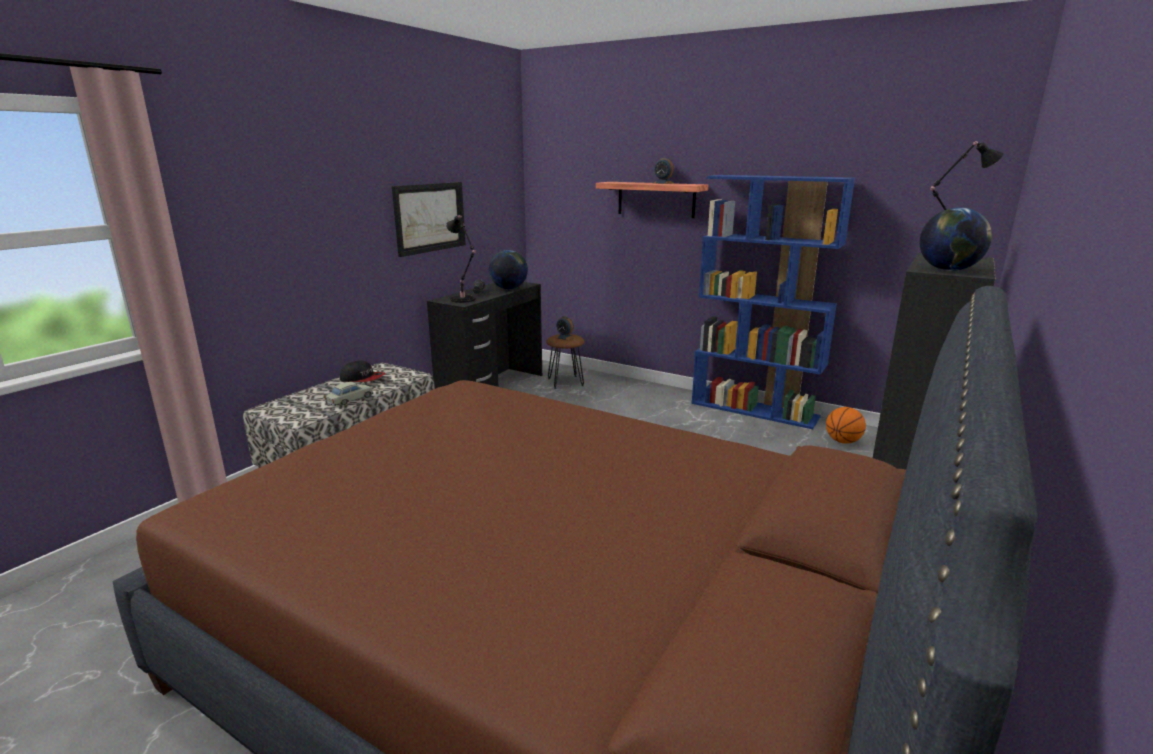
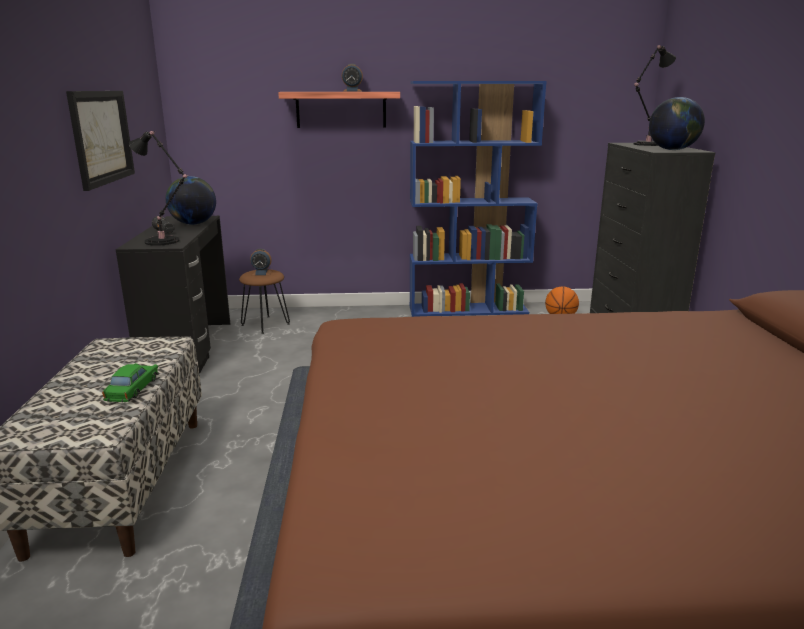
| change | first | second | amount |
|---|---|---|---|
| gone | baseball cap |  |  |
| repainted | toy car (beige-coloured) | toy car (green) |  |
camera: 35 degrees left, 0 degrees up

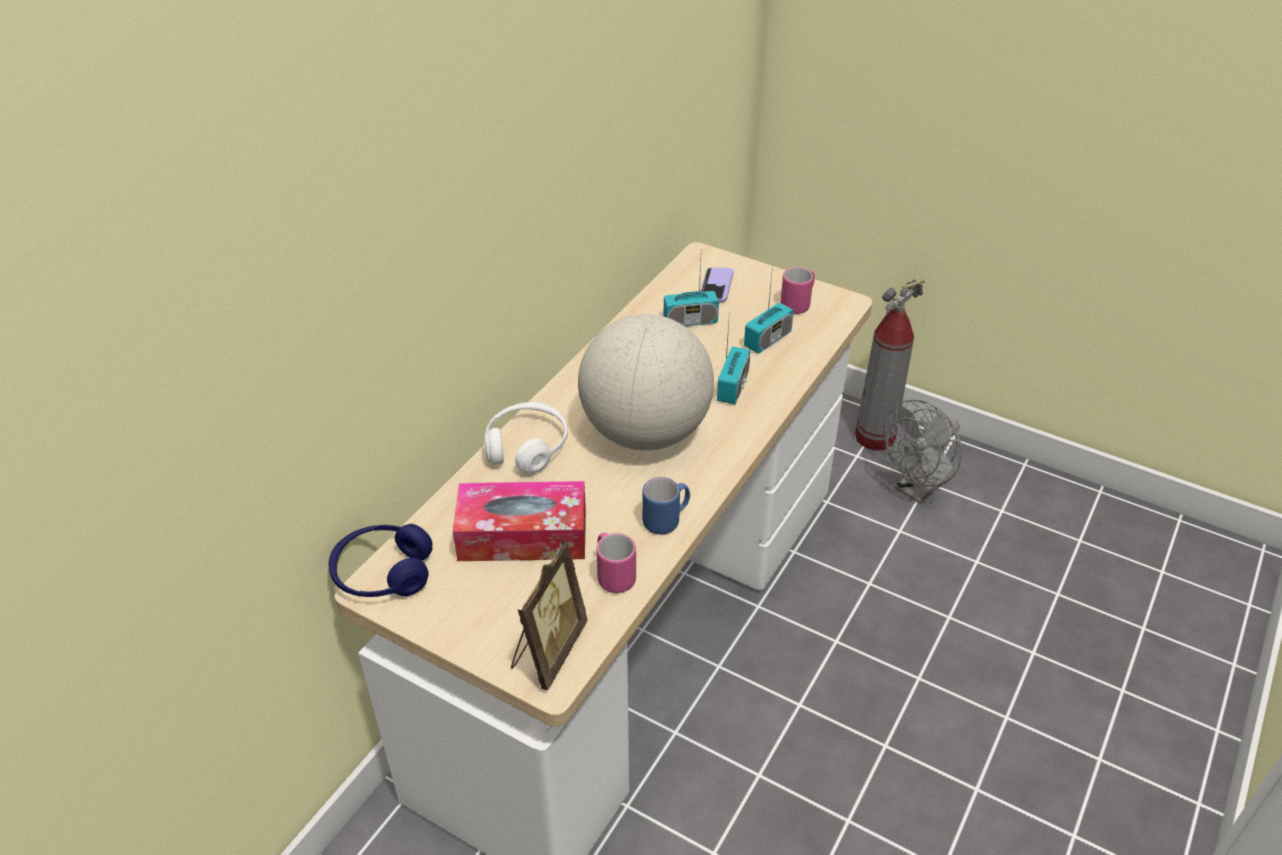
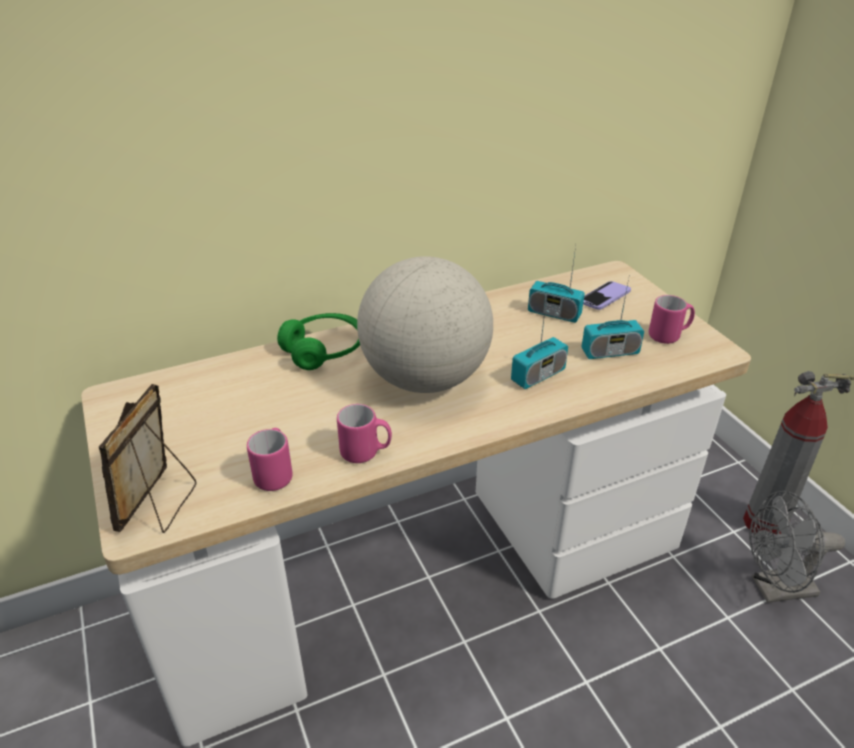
| change | first | second | amount |
|---|---|---|---|
| repainted | pair of headphones (white) | pair of headphones (green) |  |
| repainted | tea mug (blue-coloured) | tea mug (pink-coloured) (no. 2 from left) |  |
| gone | tissue holder |  |  |
| gone | pair of headphones (blue-coloured) |  |  |
| rotated | photo frame |  | 135 degrees clockwise |
camera: 35 degrees right, 5 degrees down

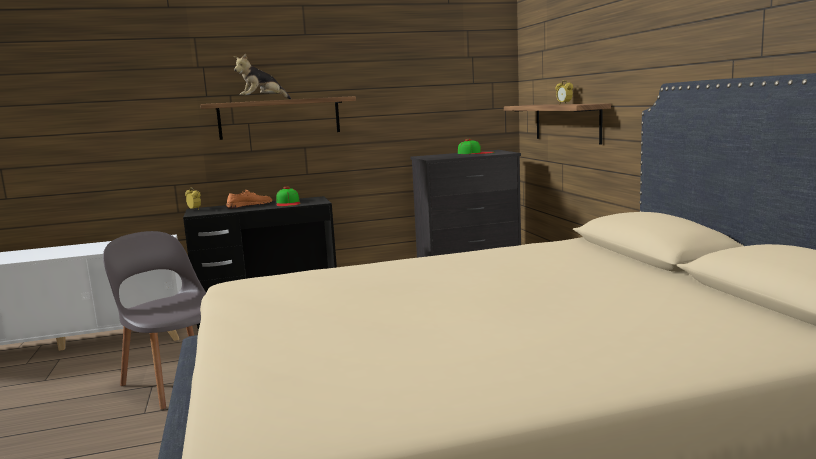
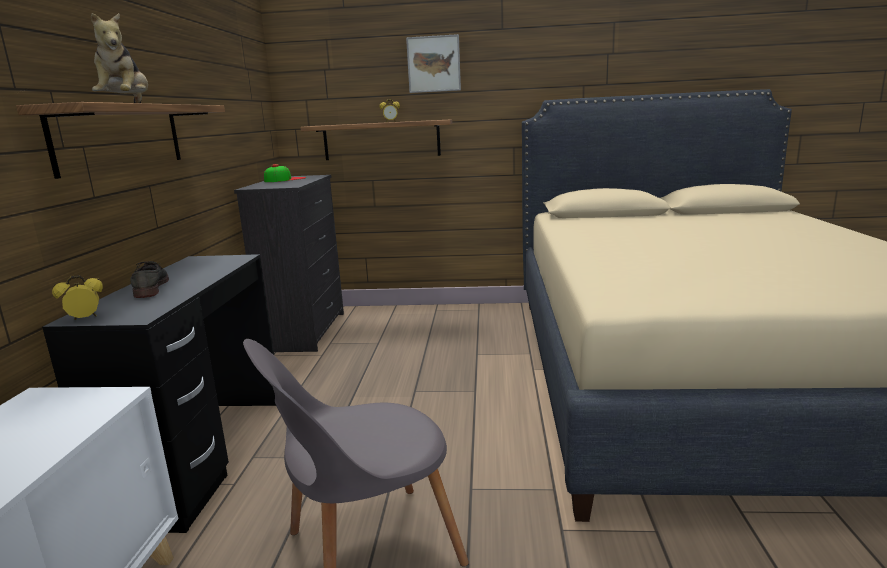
| change | first | second | amount |
|---|---|---|---|
| gone | baseball cap (no. 1 from left) |  |  |
| repainted | low shoe (orange-coloured) | low shoe (gray) |  |
| new |  | wall art |  |
camera: 70 degrees left, 5 degrees up

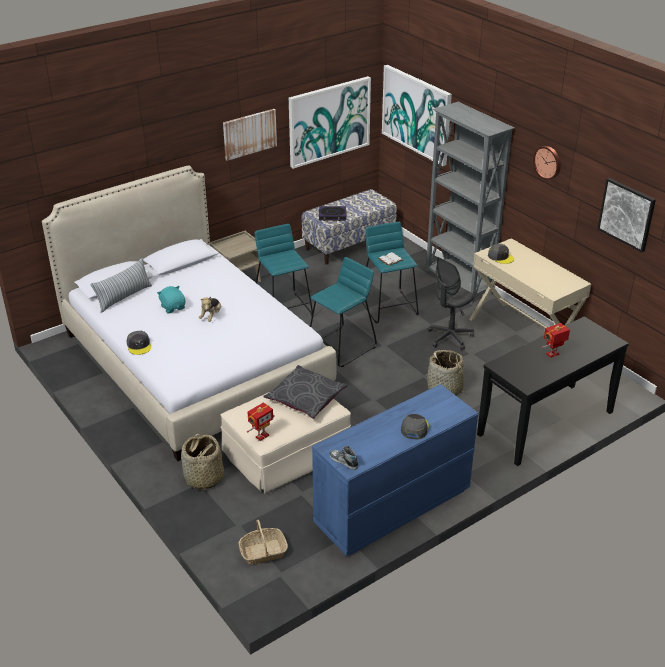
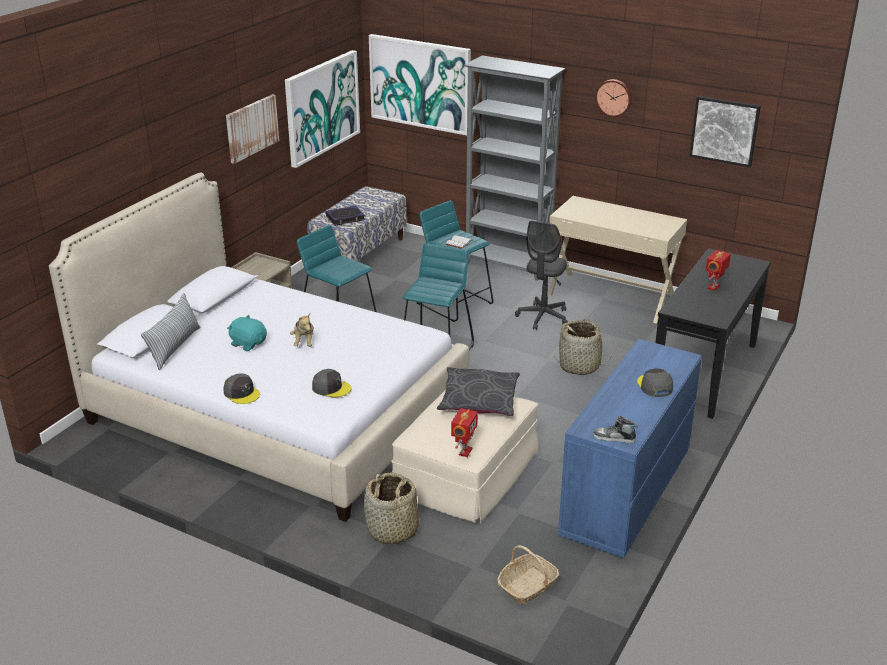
| change | first | second | amount |
|---|---|---|---|
| shifted | baseball cap (gray) (no. 3 from left in the first image) | baseball cap (gray) (no. 2 from left) |  |
camera: 25 degrees left, 5 degrees down

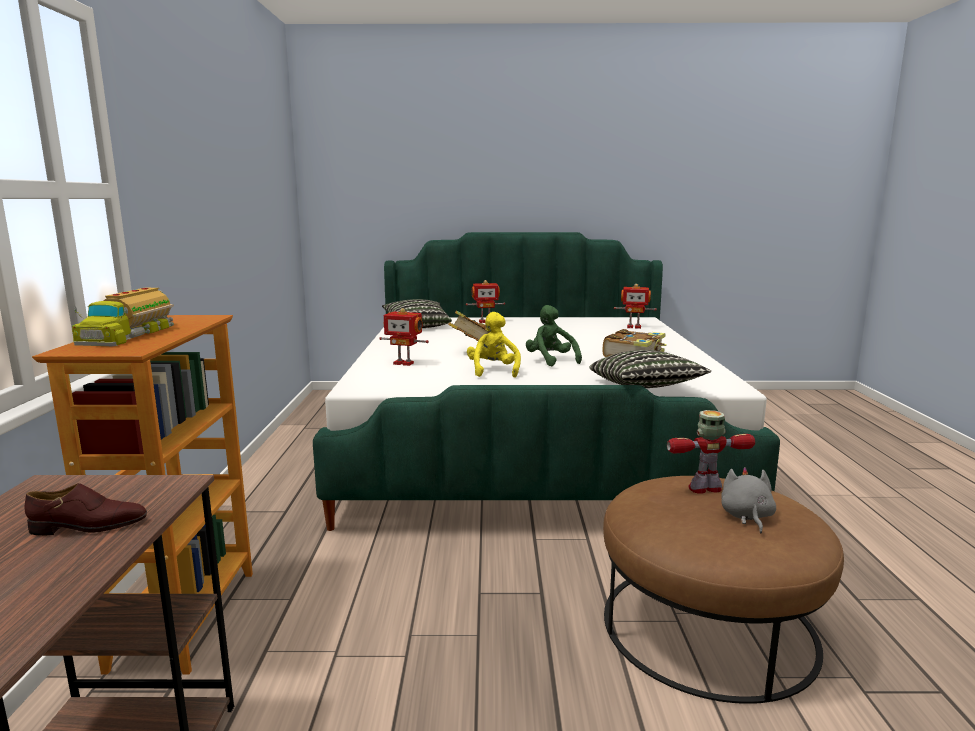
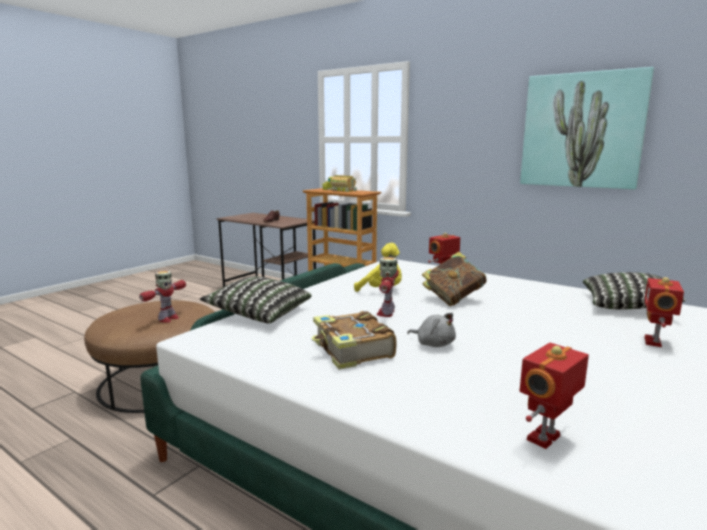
| change | first | second | amount |
|---|---|---|---|
| swapped | cuddly toy (green) | model robot (no. 2 from left) |  |
| shifted | cuddly toy (gray) |  |  |
| new |  | wall art |  |
camera: 125 degrees right, 0 degrees up

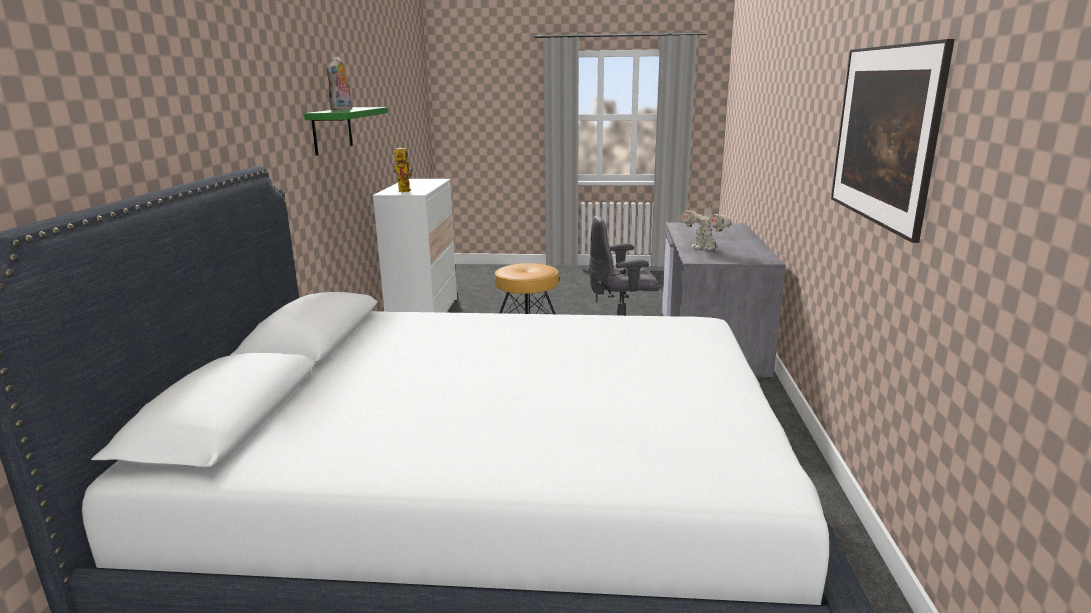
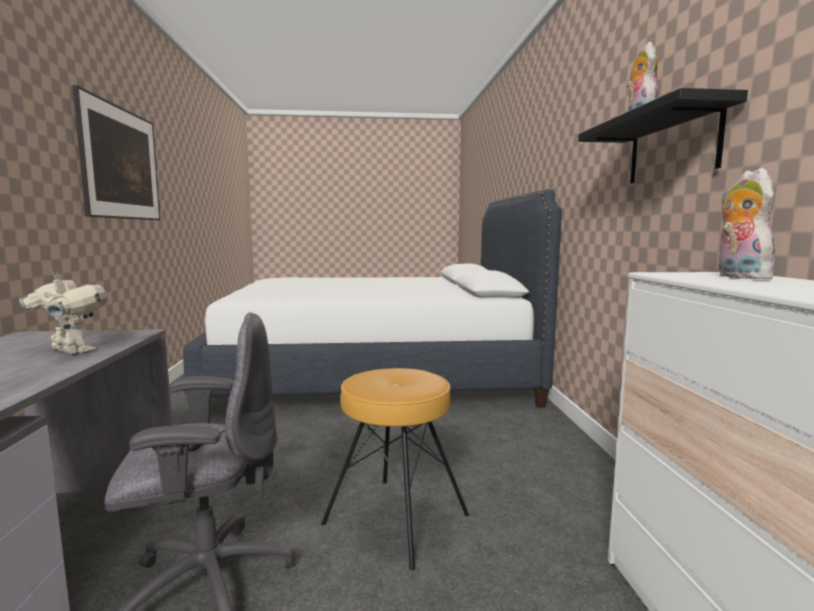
| change | first | second | amount |
|---|---|---|---|
| repainted | bracket shelf (green) | bracket shelf (black-coloured) |  |
| swapped | model robot (no. 1 from left) | cuddly toy (no. 2 from left) |  |
camera: 170 degrees right, 10 degrees down

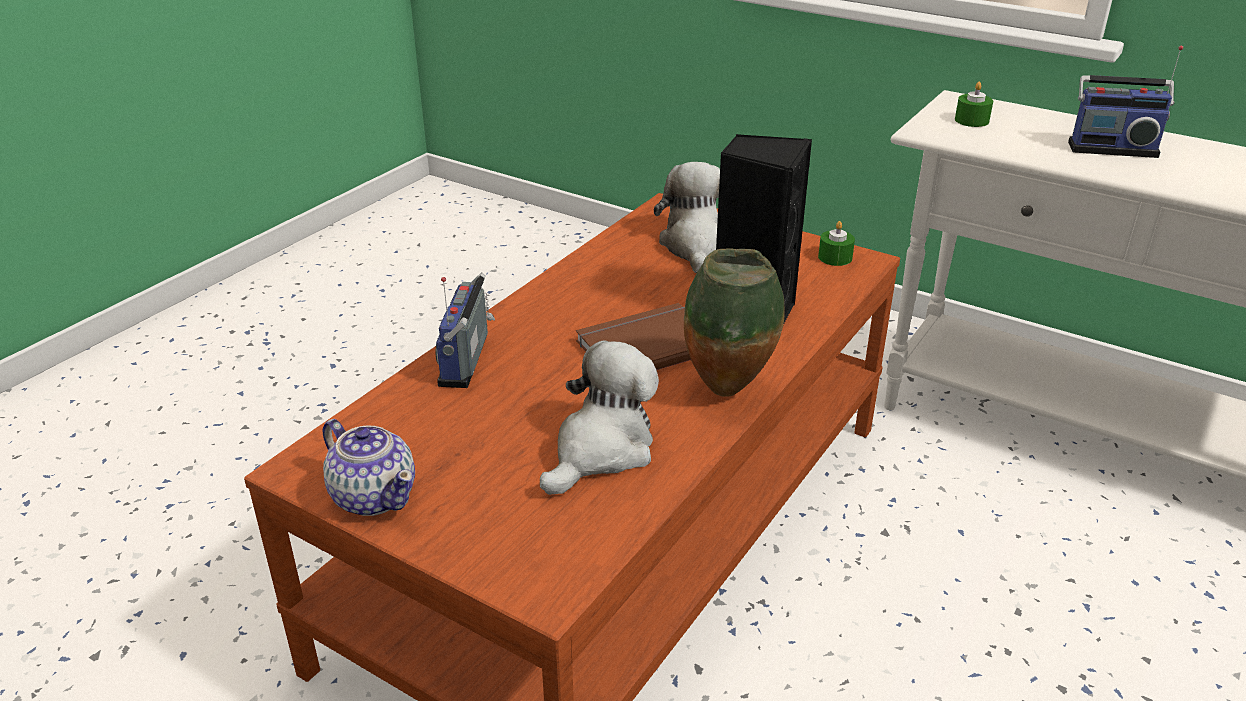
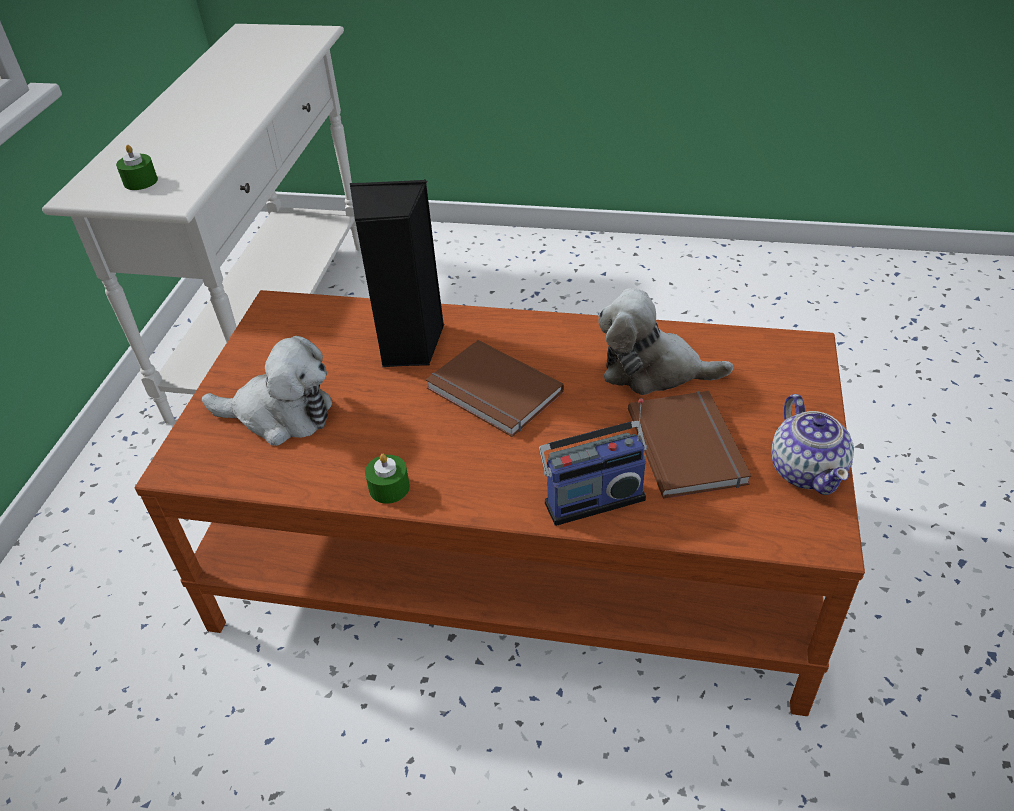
| change | first | second | amount |
|---|---|---|---|
| gone | radio set (no. 2 from left) |  |  |
| rotated | cuddly toy (no. 2 from left in the first image) | cuddly toy (no. 1 from left) | 150 degrees counterclockwise |
| shifted | wax candle (green) (no. 1 from left in the first image) | wax candle (green) (no. 2 from left) |  |
| gone | vase |  |  |
| rotated | pot for tea |  | 150 degrees clockwise |
| new |  | book (brown) (no. 2 from left) |  |
camera: 110 degrees left, 10 degrees up

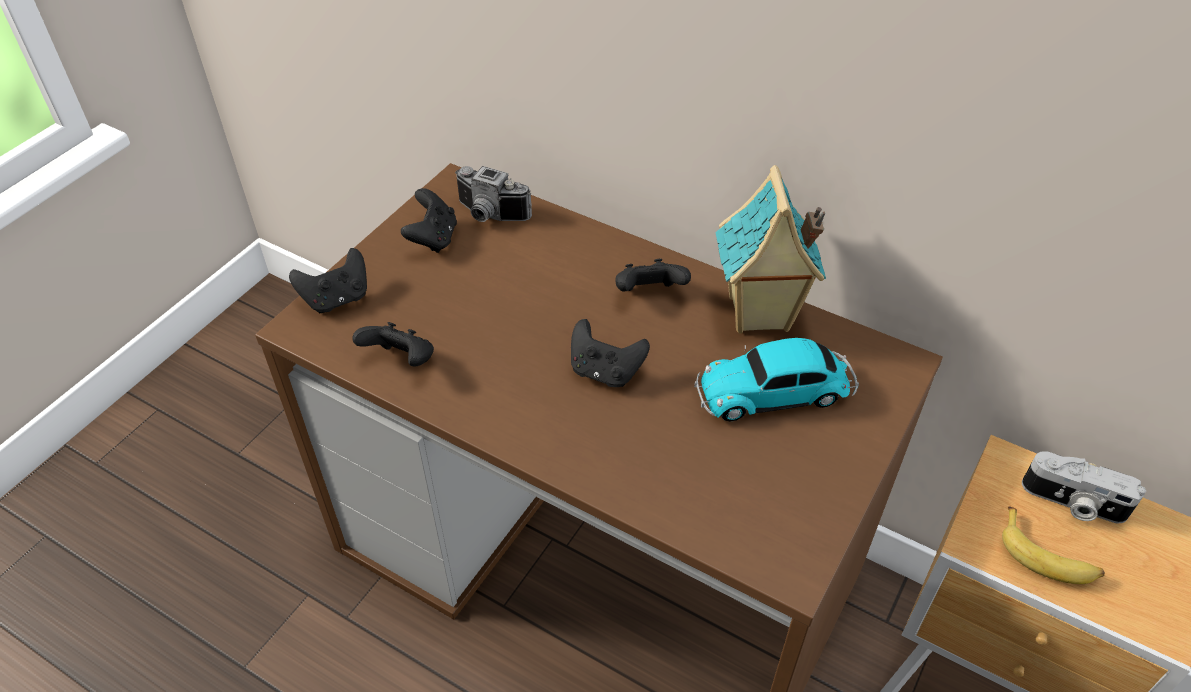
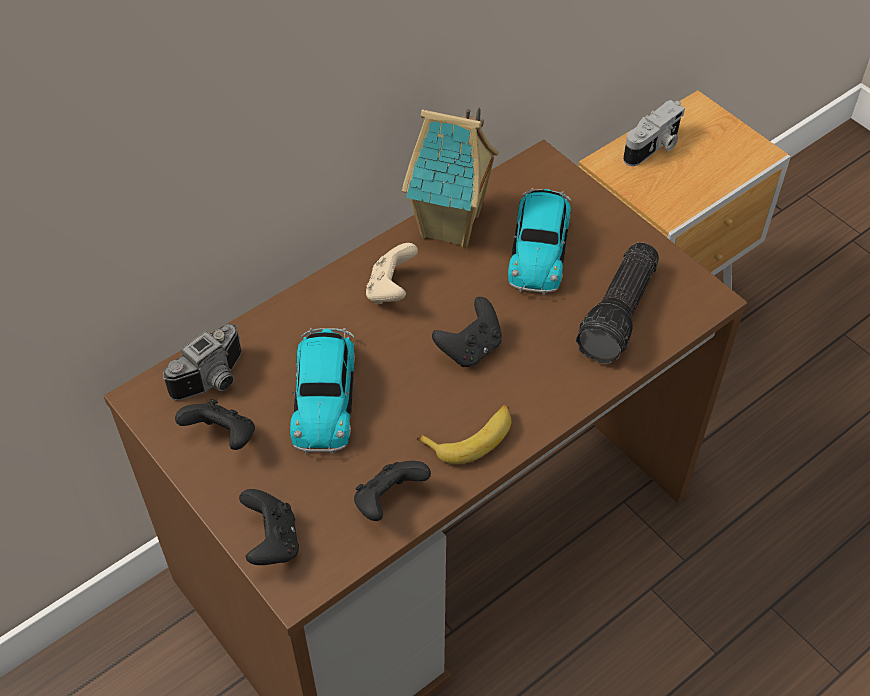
| change | first | second | amount |
|---|---|---|---|
| repainted | joypad (black-coloured) (no. 5 from left) | joypad (beige-coloured) |  |
| shifted | whole banana |  |  |
| new |  | flashlight |  |
| new |  | toy car (no. 1 from left) |  |
camera: 70 degrees left, 5 degrees up

